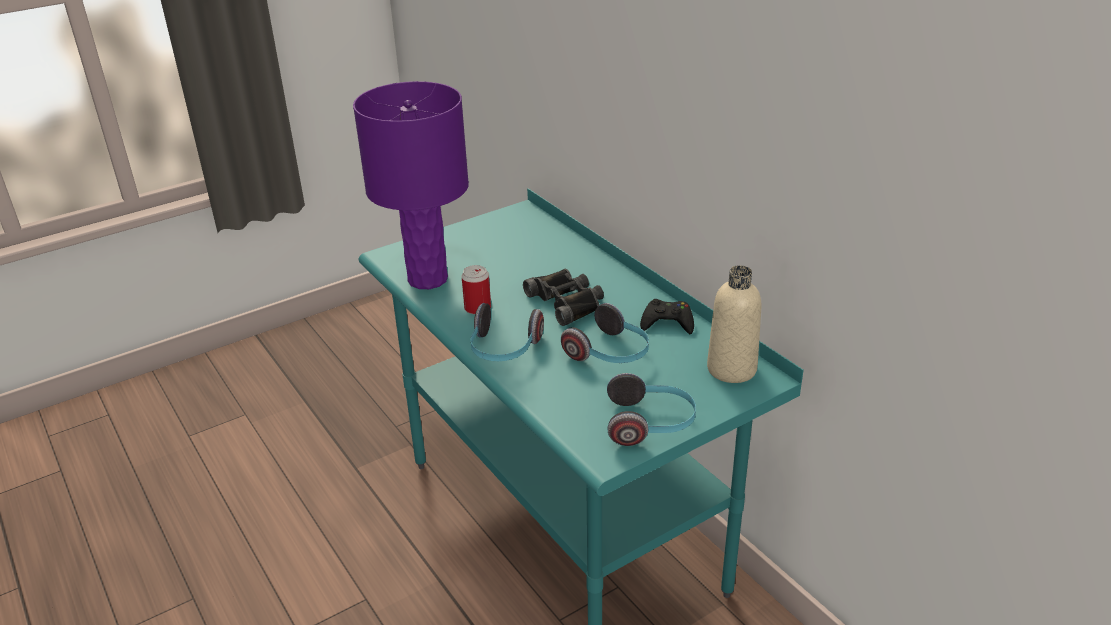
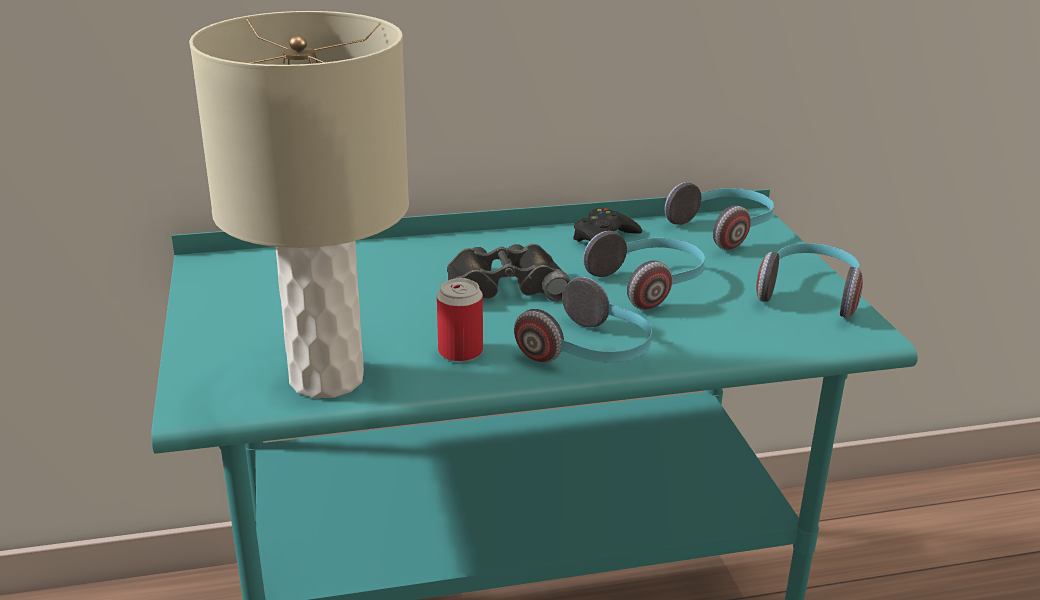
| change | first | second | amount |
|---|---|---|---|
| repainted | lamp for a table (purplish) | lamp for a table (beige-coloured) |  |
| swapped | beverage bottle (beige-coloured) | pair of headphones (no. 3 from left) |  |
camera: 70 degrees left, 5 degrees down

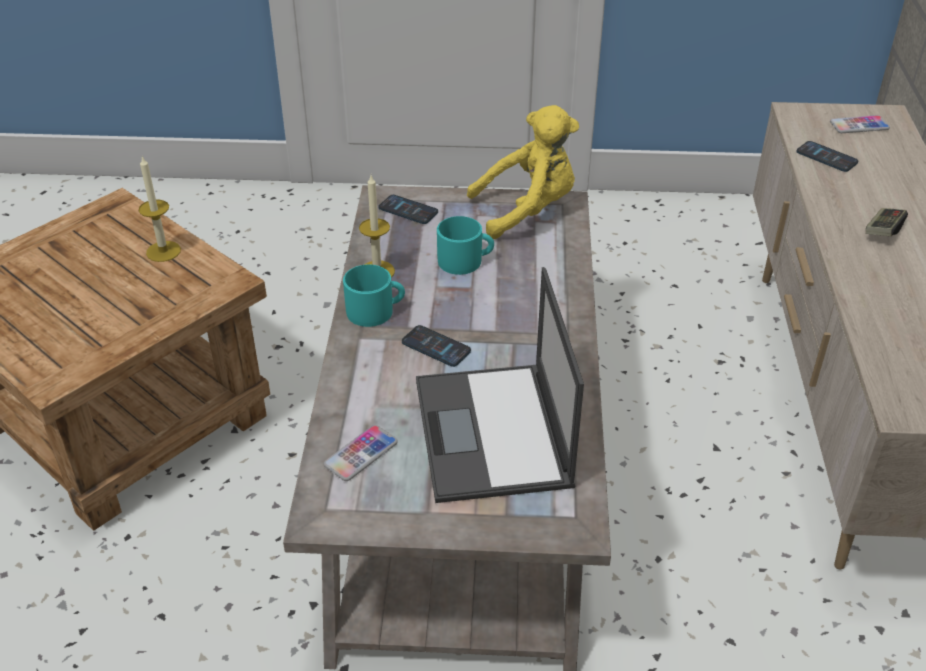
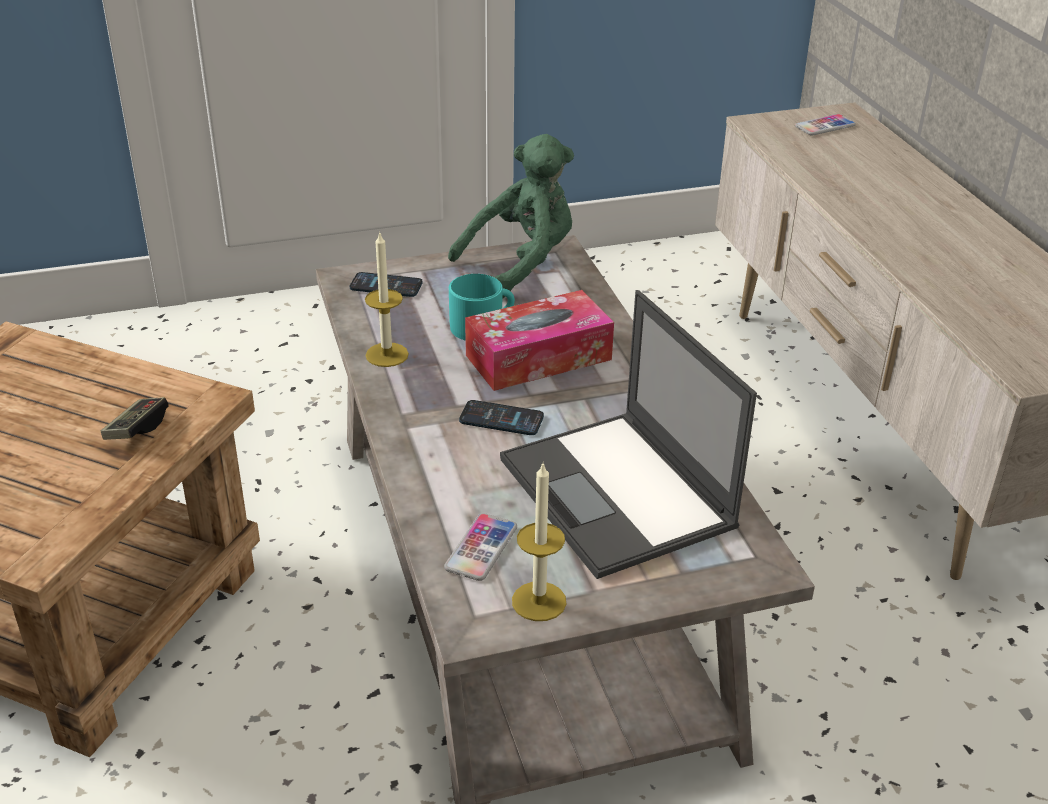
| change | first | second | amount |
|---|---|---|---|
| repainted | cuddly toy (yellowish) | cuddly toy (green) |  |
| gone | handset (no. 4 from left) |  |  |
| shifted | wax candle (no. 1 from left in the first image) | wax candle (no. 2 from left) |  |
| shifted | joypad |  |  |
| gone | tea mug (turquoise-coloured) (no. 1 from left) |  |  |
| new |  | tissue holder |  |
camera: 20 degrees left, 5 degrees down

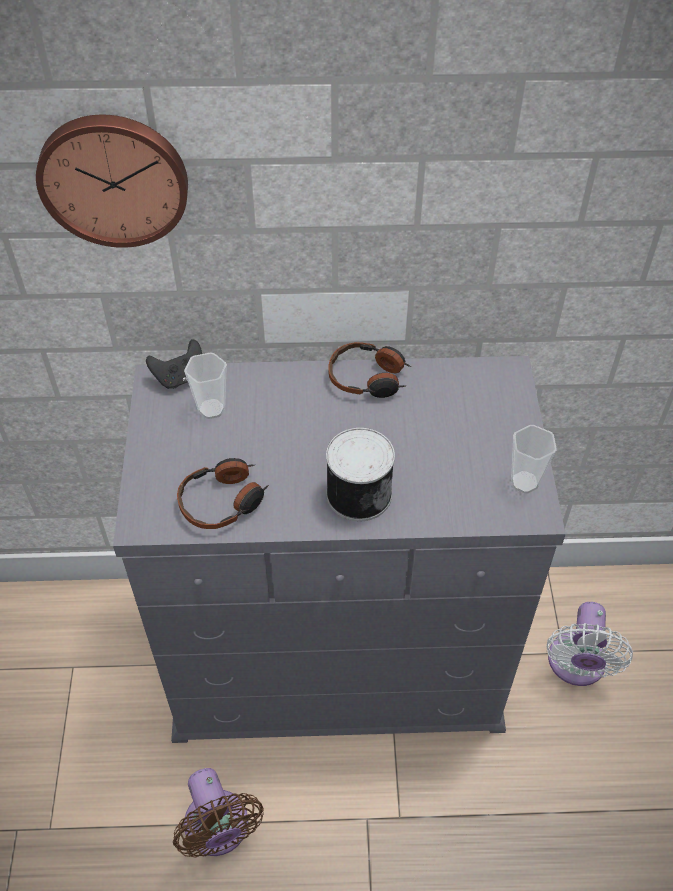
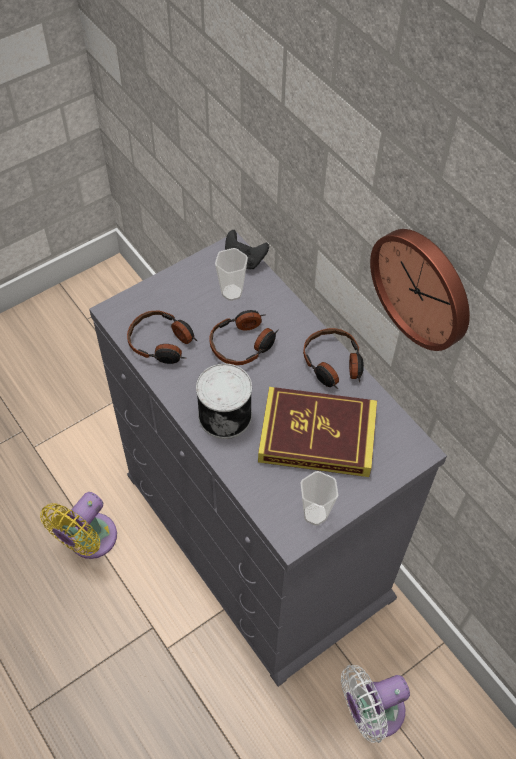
| change | first | second | amount |
|---|---|---|---|
| shifted | wall clock |  |  |
| repainted | fan (brown) | fan (yellowish) |  |
| new |  | pair of headphones (no. 2 from left) |  |
| new |  | book |  |
camera: 55 degrees right, 5 degrees up

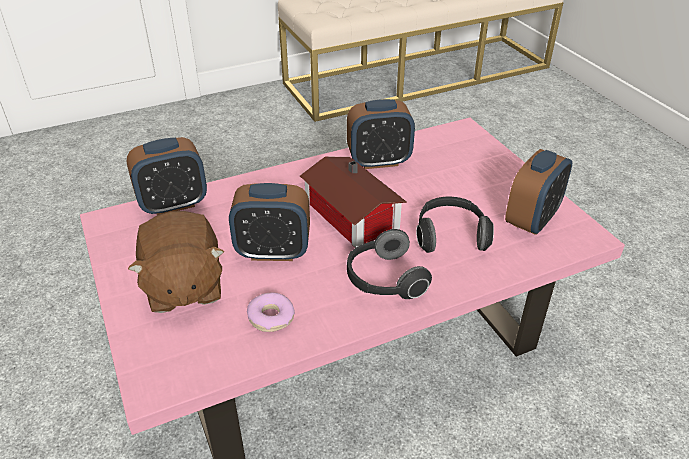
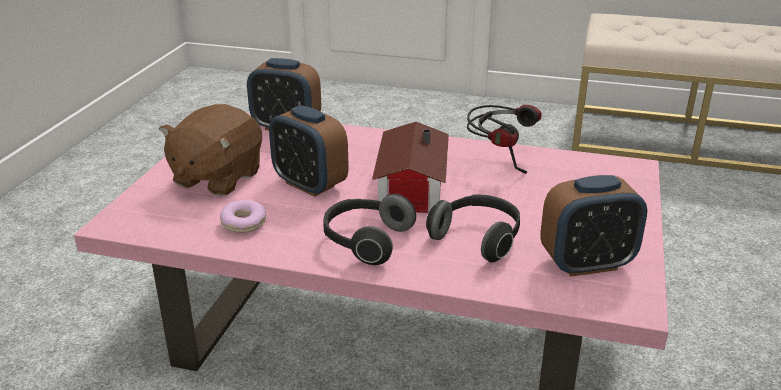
| change | first | second | amount |
|---|---|---|---|
| swapped | alarm clock (no. 3 from left) | pair of headphones (no. 3 from left) |  |
camera: 40 degrees right, 10 degrees down

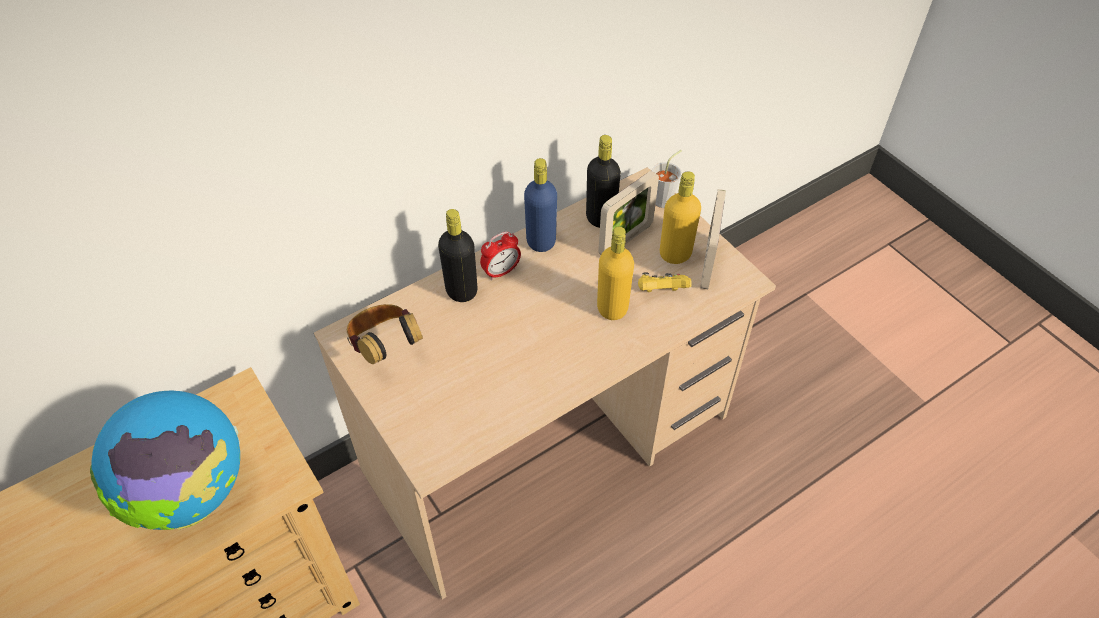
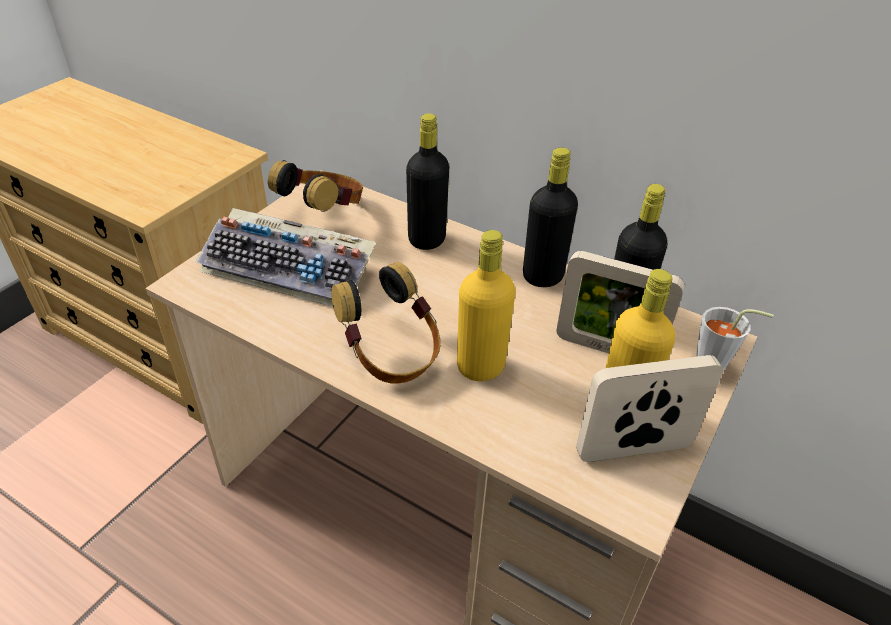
| change | first | second | amount |
|---|---|---|---|
| repainted | beverage bottle (blue-coloured) | beverage bottle (black-coloured) (no. 2 from left) |  |
| gone | alarm clock |  |  |
| gone | joypad (yellowish) |  |  |
| gone | desk globe |  |  |
| new |  | PC keyboard |  |
| new |  | pair of headphones (no. 2 from left) |  |
camera: 65 degrees right, 10 degrees down

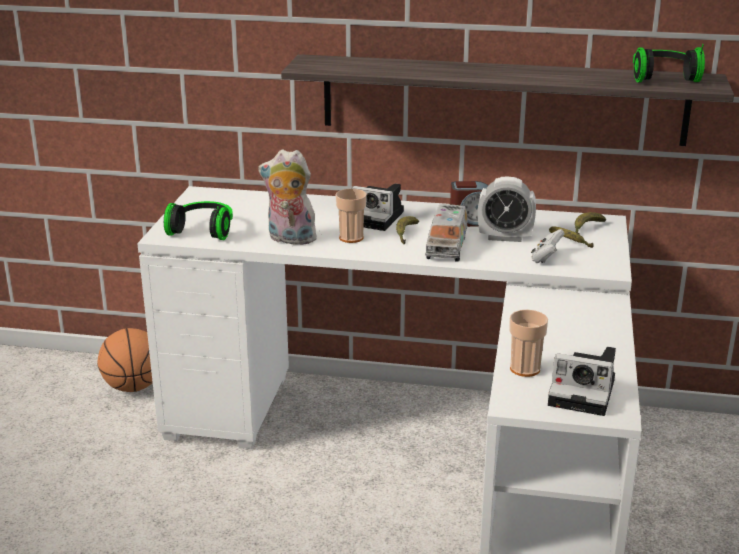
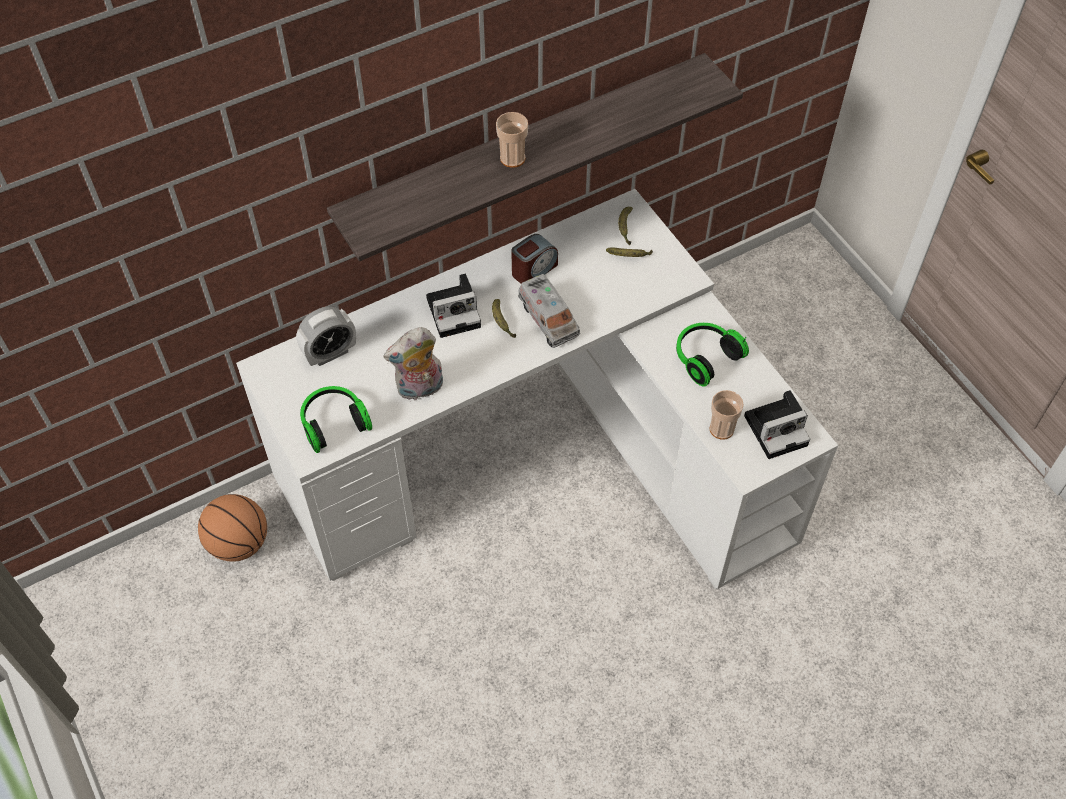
| change | first | second | amount |
|---|---|---|---|
| shifted | pair of headphones (no. 2 from left) |  |  |
| shifted | alarm clock (no. 2 from left in the first image) | alarm clock (no. 1 from left) |  |
| shifted | small cup (no. 1 from left) |  |  |
| gone | joypad (white) |  |  |
camera: 40 degrees left, 30 degrees up

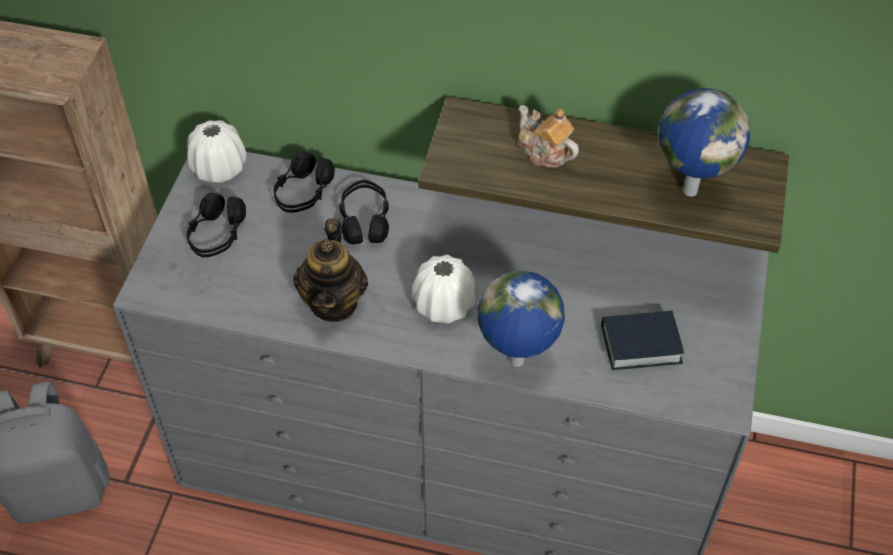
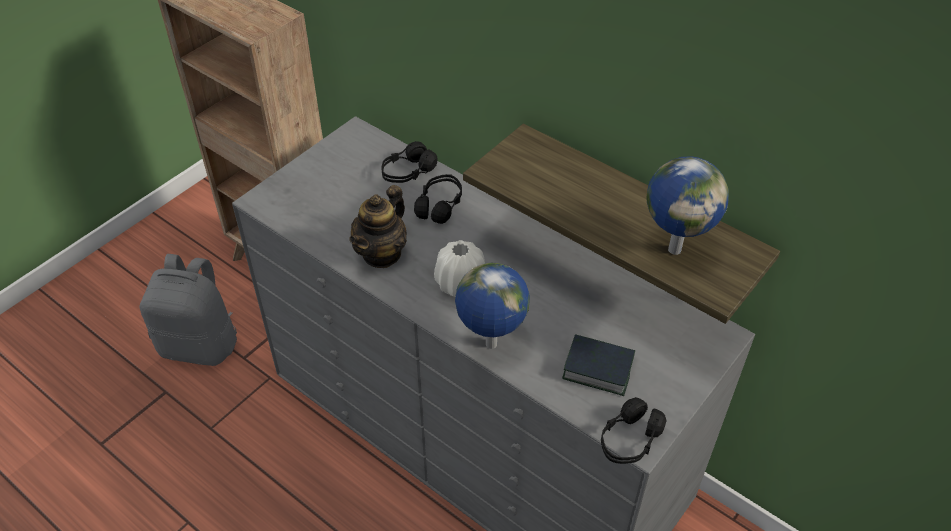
| change | first | second | amount |
|---|---|---|---|
| gone | pot for tea (no. 2 from left) |  |  |
| gone | vase (white) (no. 1 from left) |  |  |
| shifted | pair of headphones (black-coloured) (no. 1 from left in the first image) | pair of headphones (black-coloured) (no. 3 from left) |  |
camera: 25 degrees right, 5 degrees down

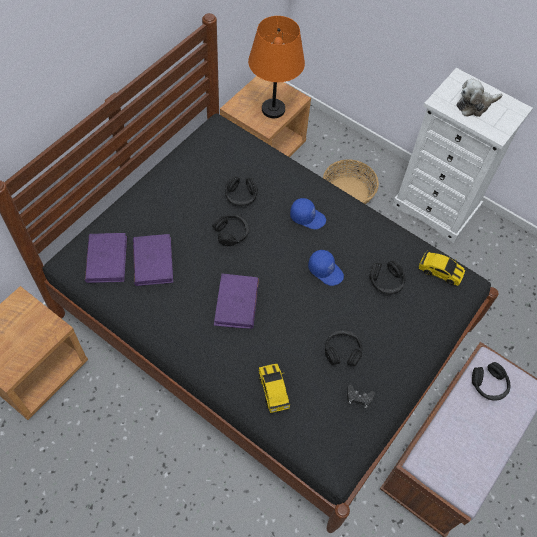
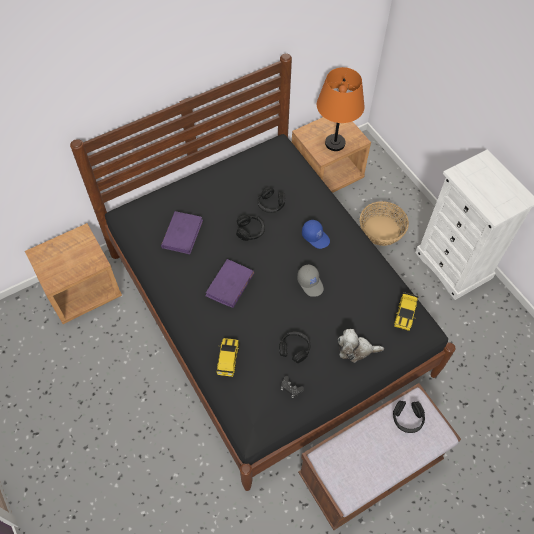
| change | first | second | amount |
|---|---|---|---|
| shifted | cuddly toy |  |  |
| gone | book (purplish) (no. 1 from left) |  |  |
| repainted | baseball cap (blue-coloured) (no. 2 from left) | baseball cap (gray) |  |
| rotated | toy car (no. 2 from left) |  | 60 degrees clockwise |
| gone | pair of headphones (black-coloured) (no. 4 from left) |  |  |
camera: 25 degrees right, 0 degrees up

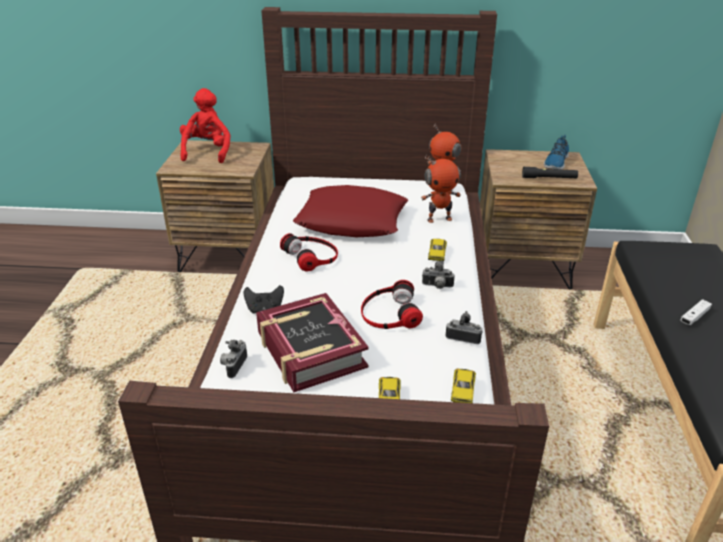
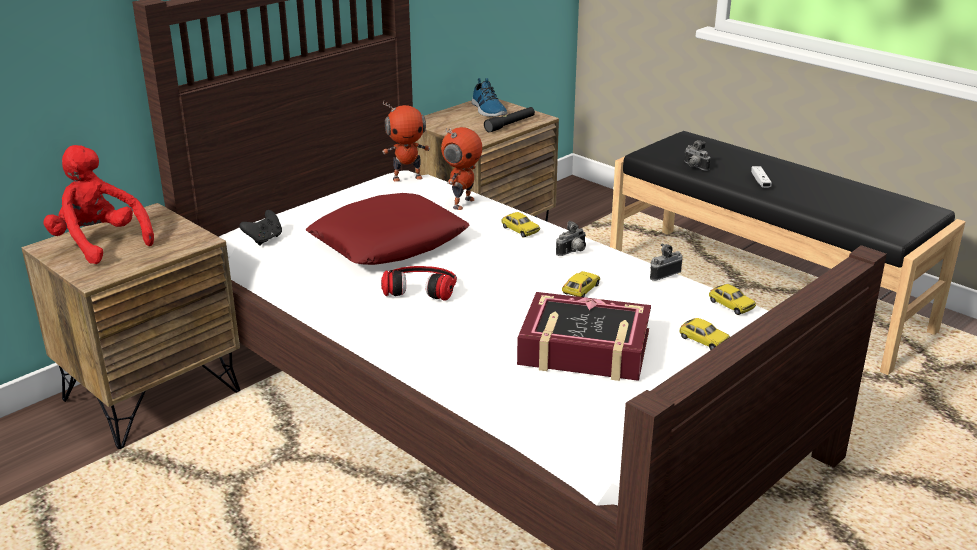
| change | first | second | amount |
|---|---|---|---|
| swapped | pair of headphones (no. 2 from left) | toy car (no. 2 from left) |  |
| shifted | joypad (black-coloured) |  |  |
| shifted | still camera (no. 1 from left in the first image) | still camera (no. 3 from left) |  |
camera: 50 degrees left, 5 degrees down

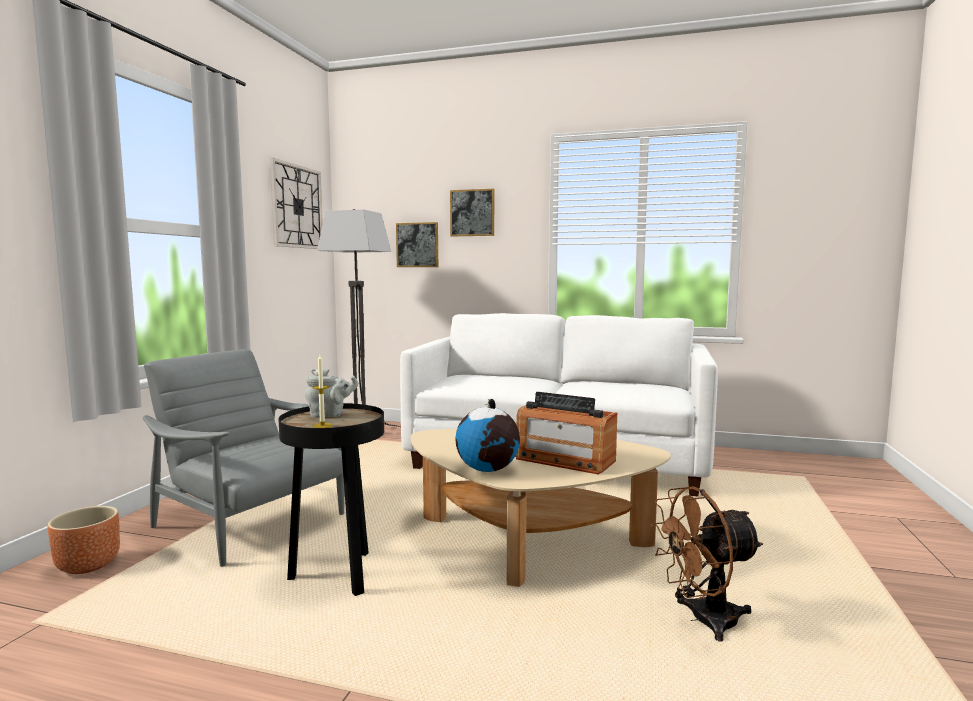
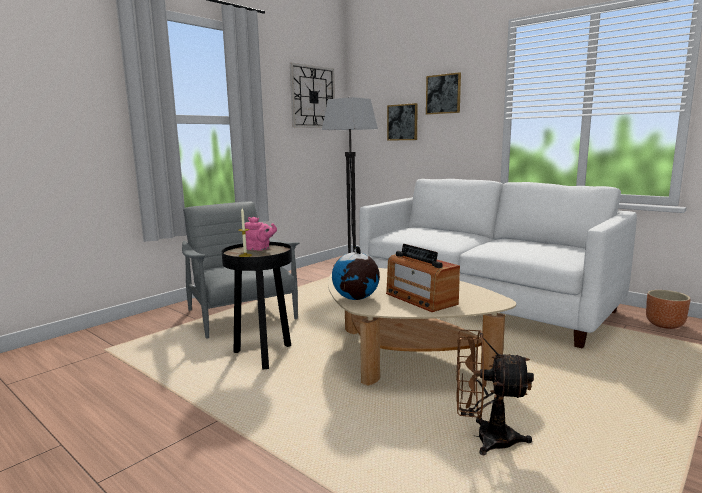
| change | first | second | amount |
|---|---|---|---|
| repainted | pot for tea (gray) | pot for tea (pink-coloured) |  |
| shifted | planter (brown) |  |  |
camera: 25 degrees right, 5 degrees up

